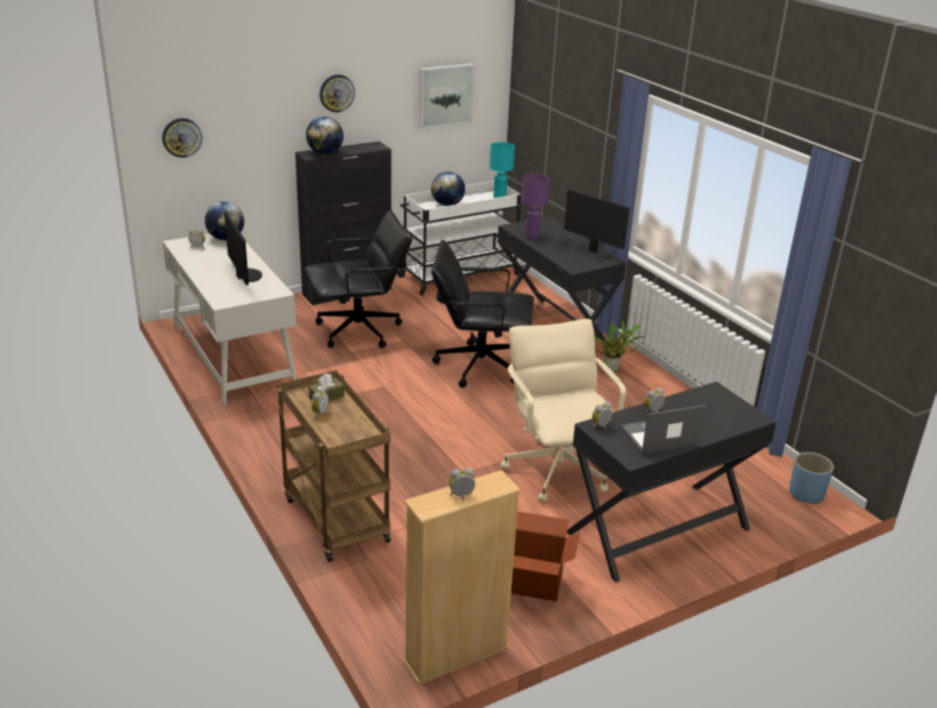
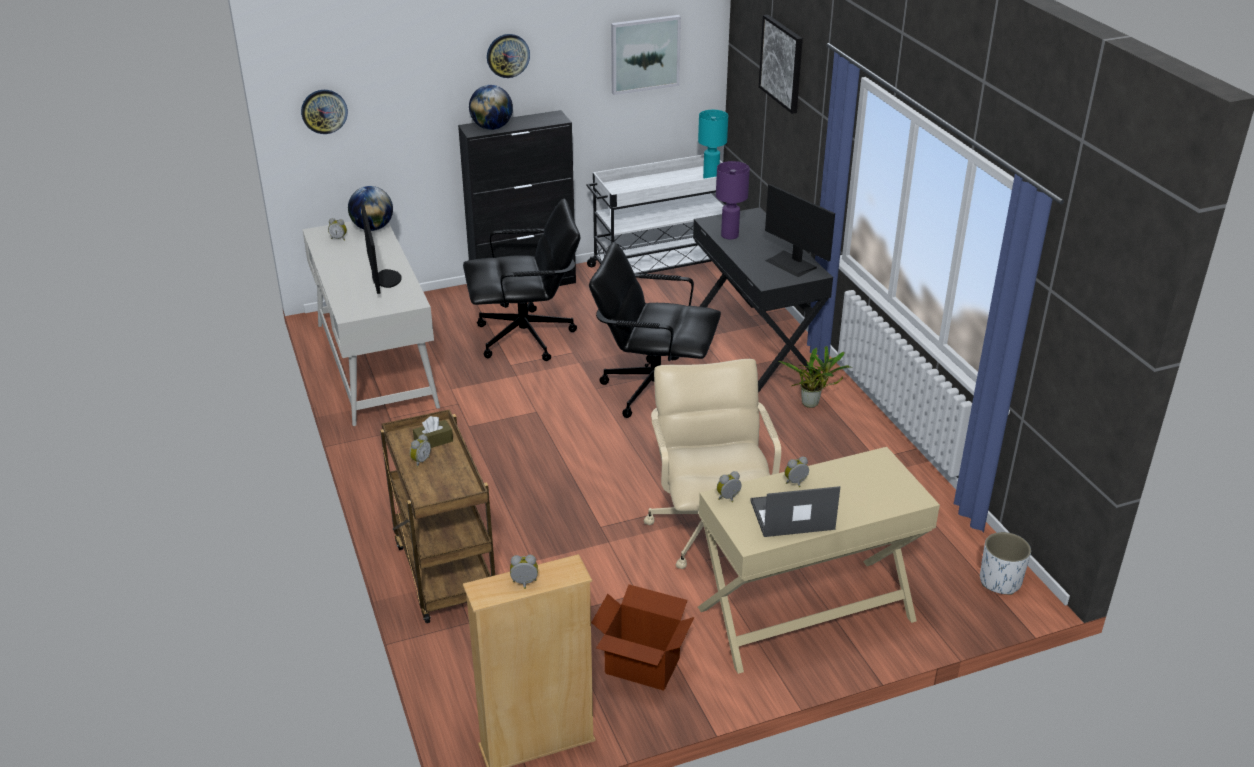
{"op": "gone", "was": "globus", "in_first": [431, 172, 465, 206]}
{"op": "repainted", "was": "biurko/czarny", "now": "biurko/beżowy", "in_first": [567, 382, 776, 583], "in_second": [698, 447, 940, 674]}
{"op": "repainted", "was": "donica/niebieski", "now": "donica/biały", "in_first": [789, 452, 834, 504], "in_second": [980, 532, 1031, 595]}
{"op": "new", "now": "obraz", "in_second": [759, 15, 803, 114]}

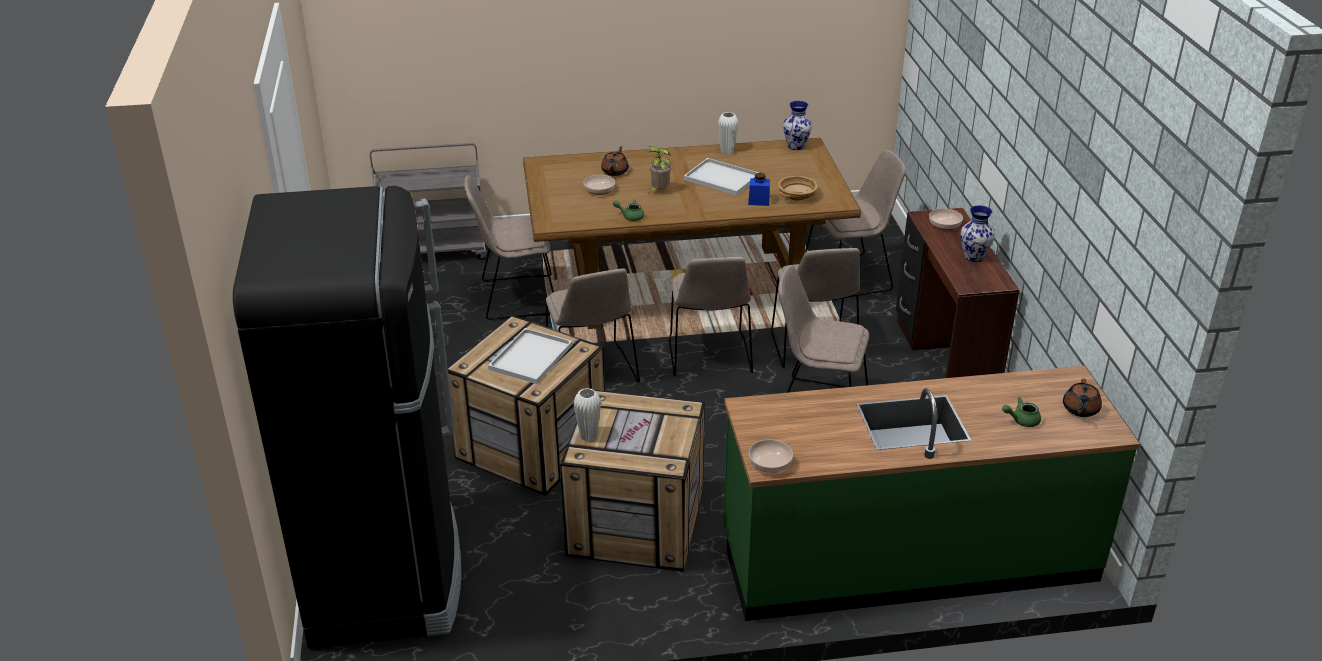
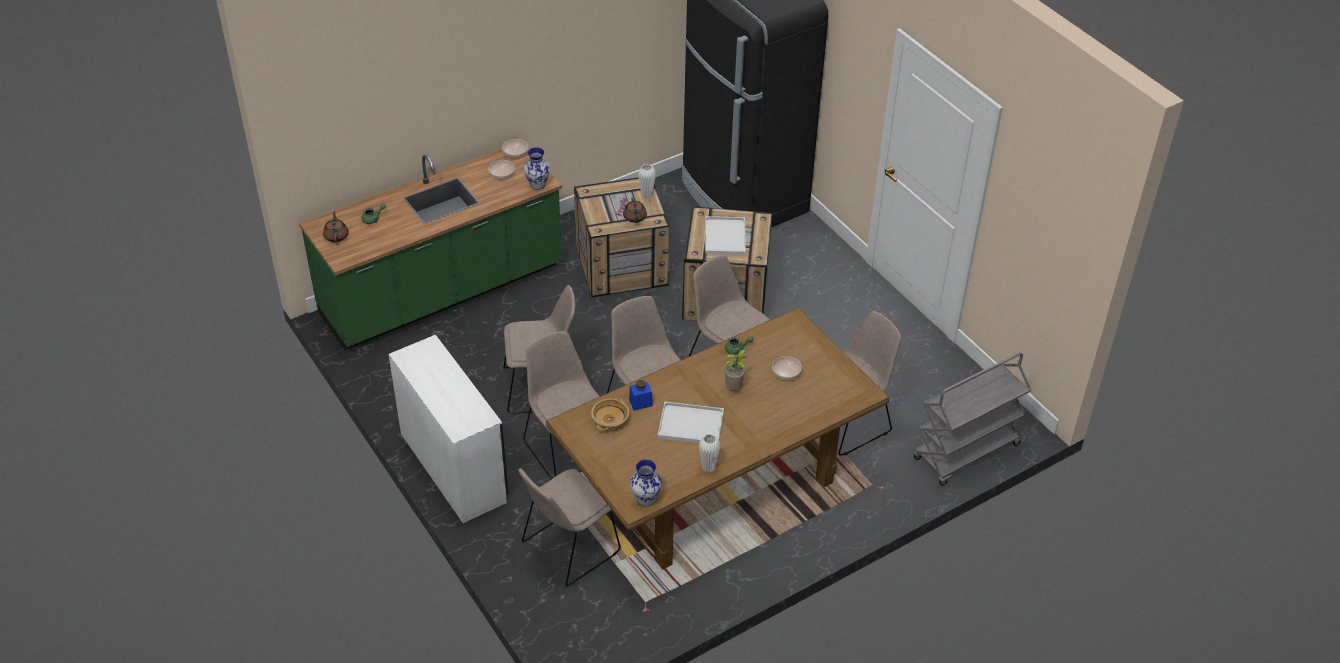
{"op": "shifted", "was": "imbryk/brązowy", "in_first": [601, 146, 629, 176], "in_second": [623, 197, 647, 223]}
{"op": "repainted", "was": "biurko/brązowy", "now": "biurko/biały", "in_first": [896, 208, 1020, 378], "in_second": [389, 335, 508, 523]}
{"op": "shifted", "was": "miska", "in_first": [929, 208, 963, 230], "in_second": [488, 160, 515, 180]}
{"op": "shifted", "was": "wazon", "in_first": [960, 205, 995, 262], "in_second": [524, 147, 550, 190]}

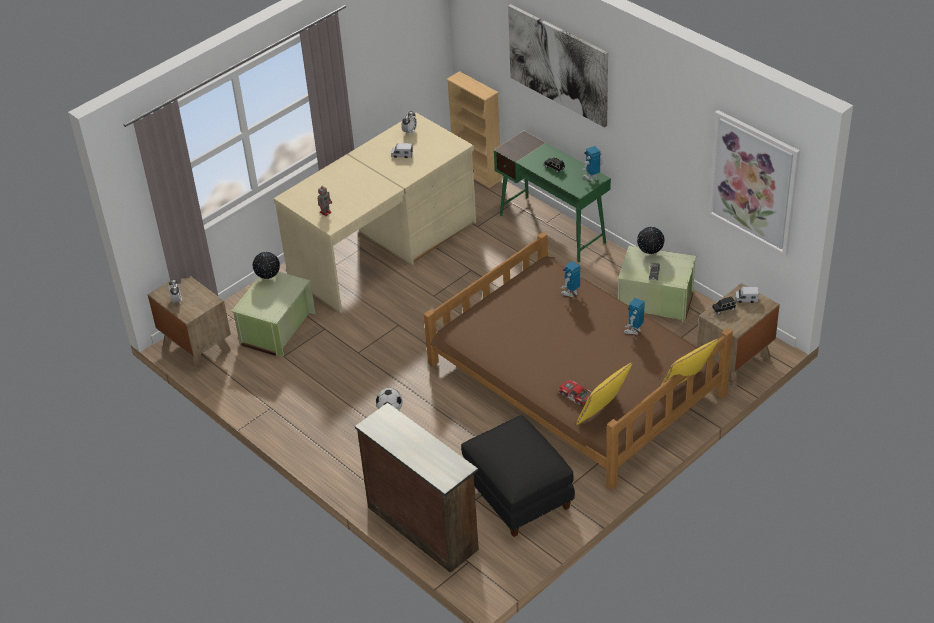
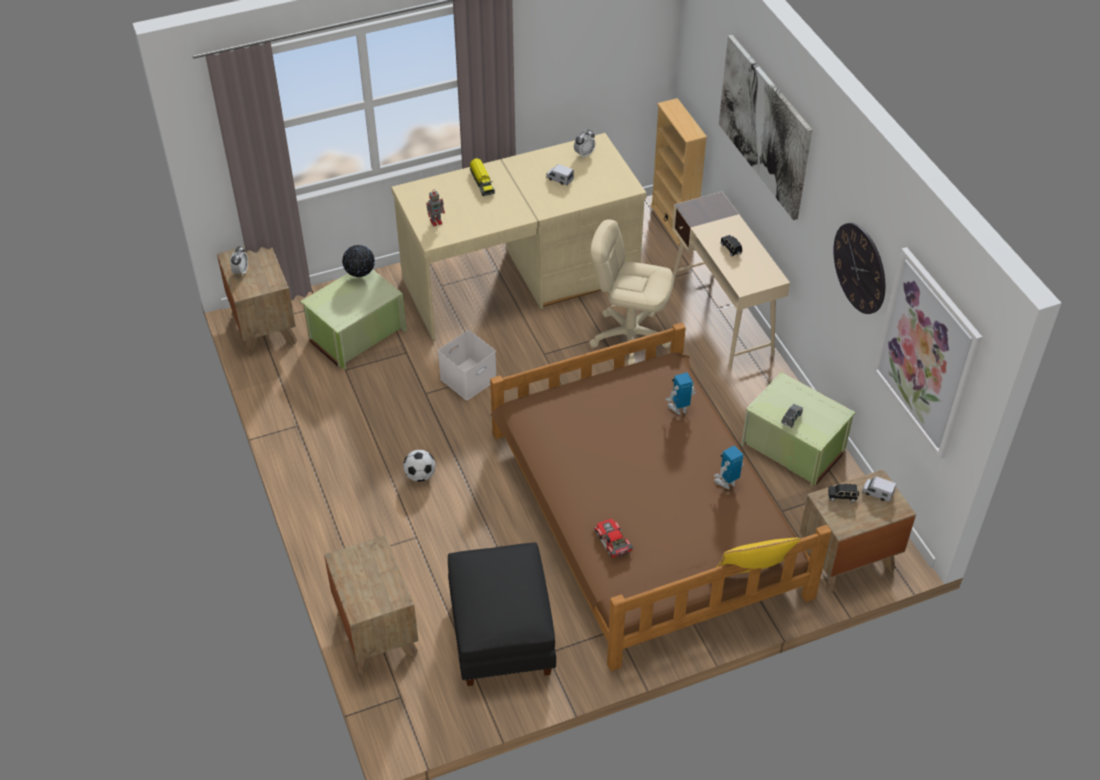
{"op": "swapped", "was": "komoda/brązowy", "now": "szafka nocna/brązowy", "in_first": [355, 403, 479, 573], "in_second": [324, 535, 419, 675]}
{"op": "repainted", "was": "biurko/zielony", "now": "biurko/beżowy", "in_first": [494, 131, 611, 262], "in_second": [672, 192, 790, 369]}
{"op": "gone", "was": "poduszka/żółty", "in_first": [576, 362, 633, 425]}
{"op": "gone", "was": "robot zabawkowy", "in_first": [581, 146, 603, 182]}
{"op": "gone", "was": "globus", "in_first": [637, 227, 665, 254]}
{"op": "new", "now": "pojemnik do przechowywania/biały", "in_second": [438, 330, 496, 400]}
{"op": "new", "now": "ciężarówka zabawkowa", "in_second": [470, 158, 495, 196]}
{"op": "new", "now": "krzesło biurowe/beżowy", "in_second": [589, 219, 674, 365]}
{"op": "new", "now": "zegar ścienny", "in_second": [833, 223, 885, 314]}

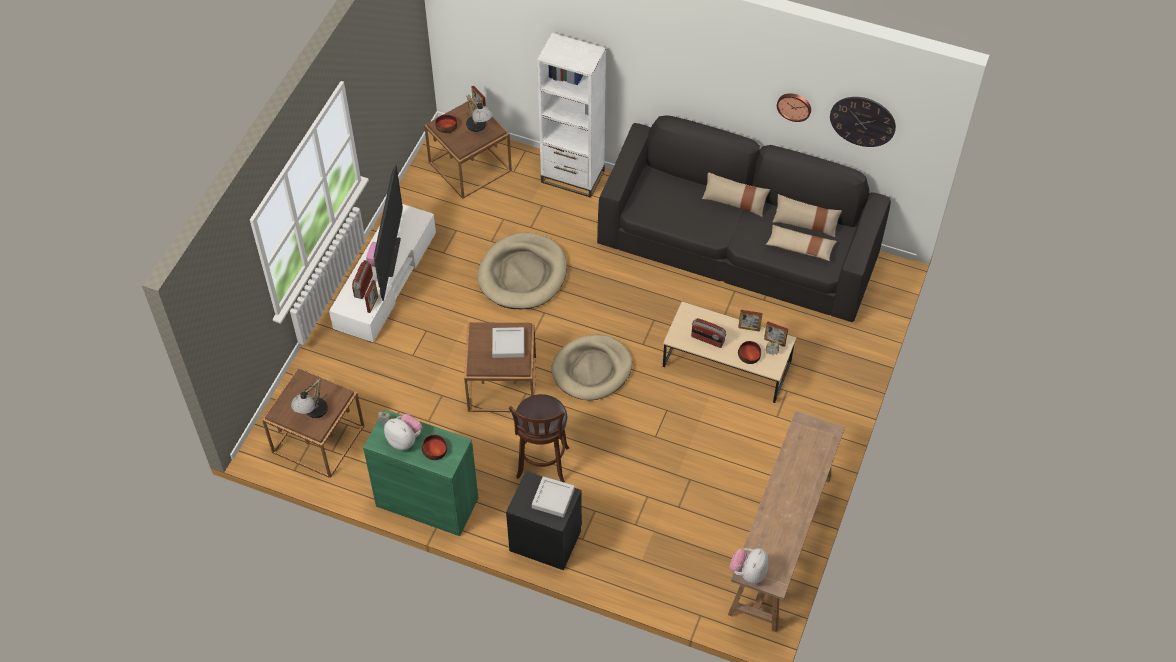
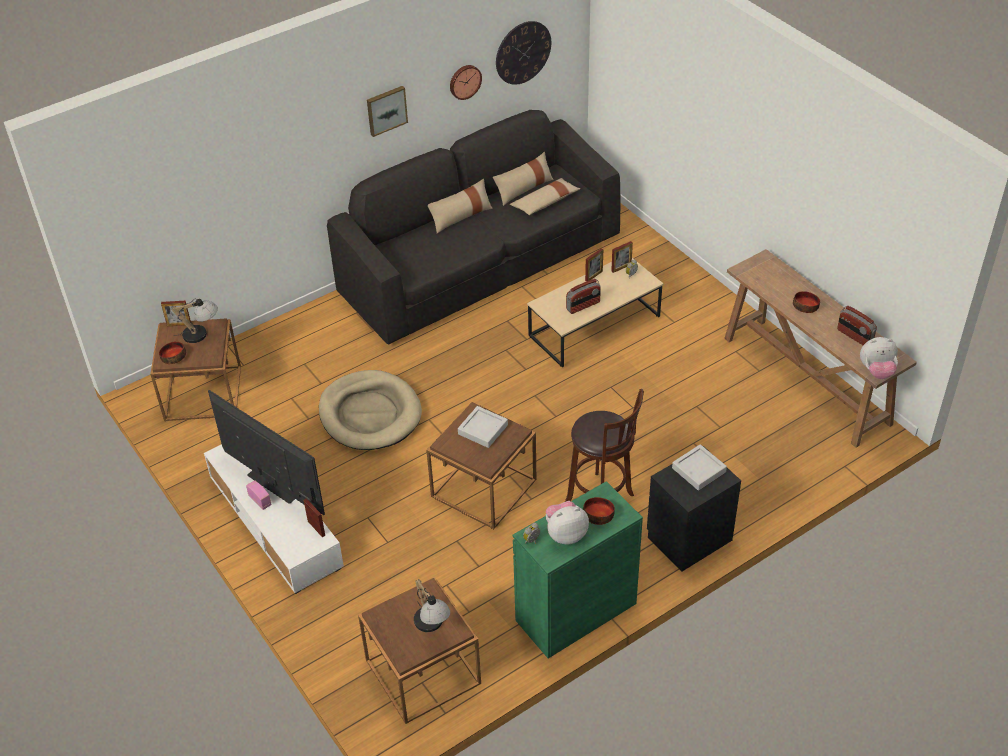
{"op": "shifted", "was": "radio", "in_first": [352, 260, 373, 299], "in_second": [837, 306, 877, 345]}
{"op": "gone", "was": "regał/biały", "in_first": [537, 33, 606, 198]}
{"op": "gone", "was": "legowisko/beżowy", "in_first": [551, 335, 632, 400]}
{"op": "rotated", "was": "pluszak", "in_first": [730, 548, 768, 584], "in_second": [860, 337, 898, 379], "clockwise": -60}
{"op": "shifted", "was": "miska", "in_first": [738, 341, 761, 364], "in_second": [793, 291, 820, 313]}
{"op": "new", "now": "obraz", "in_second": [367, 86, 408, 137]}

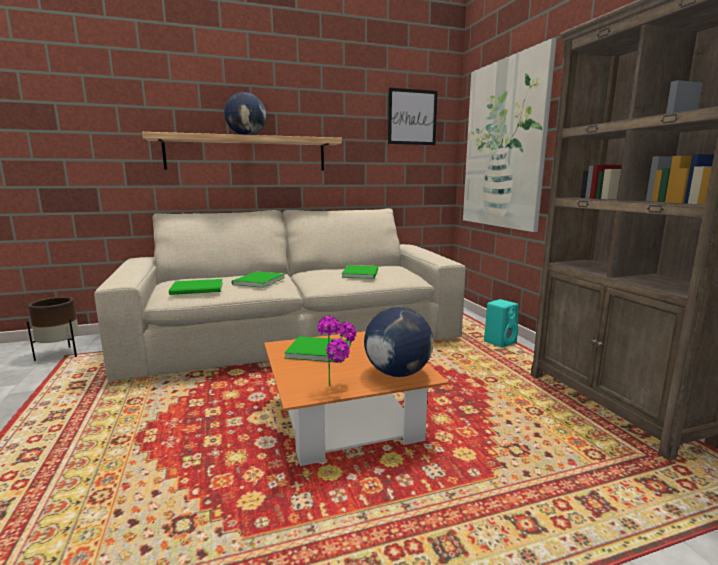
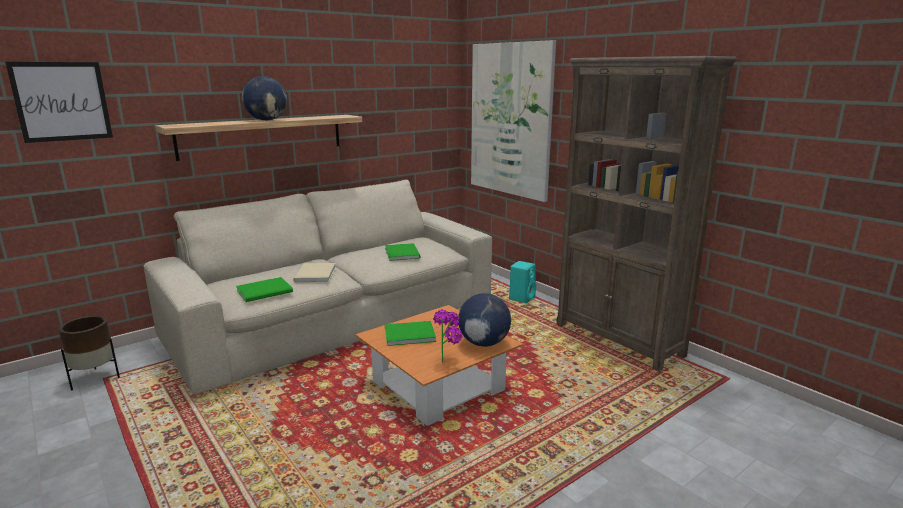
{"op": "repainted", "was": "książka/zielony", "now": "książka/beżowy", "in_first": [232, 272, 285, 288], "in_second": [293, 263, 336, 282]}
{"op": "shifted", "was": "obraz", "in_first": [388, 88, 438, 145], "in_second": [5, 62, 113, 143]}

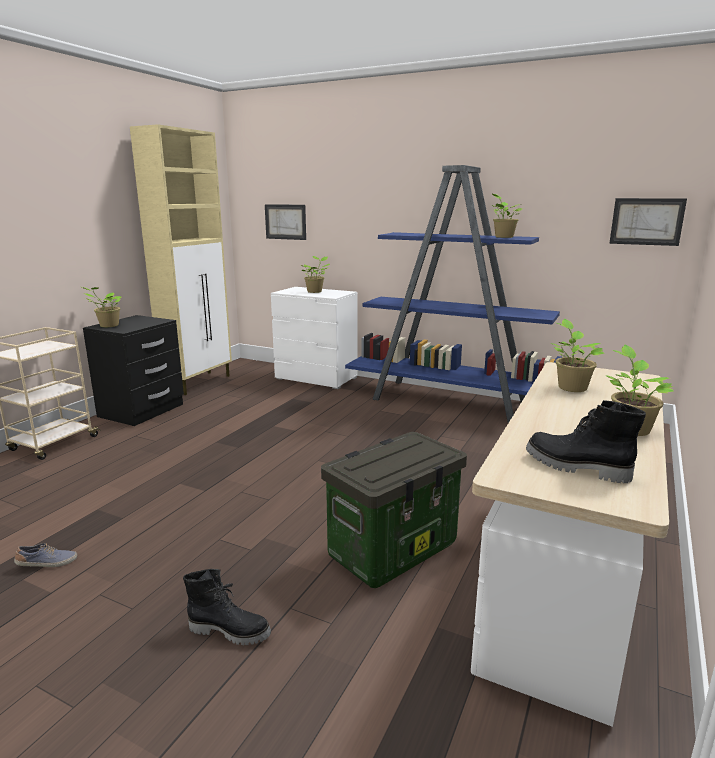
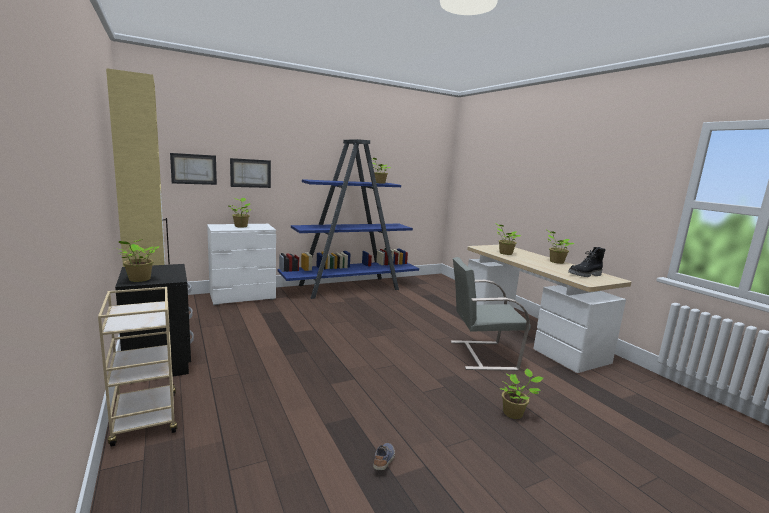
{"op": "swapped", "was": "but z cholewką/czarny", "now": "roślina doniczkowa", "in_first": [183, 569, 271, 645], "in_second": [500, 369, 543, 419]}
{"op": "swapped", "was": "pojemnik do przechowywania", "now": "krzesło/szary", "in_first": [321, 432, 467, 588], "in_second": [451, 257, 531, 371]}
{"op": "shifted", "was": "obraz", "in_first": [609, 198, 687, 246], "in_second": [230, 158, 271, 188]}

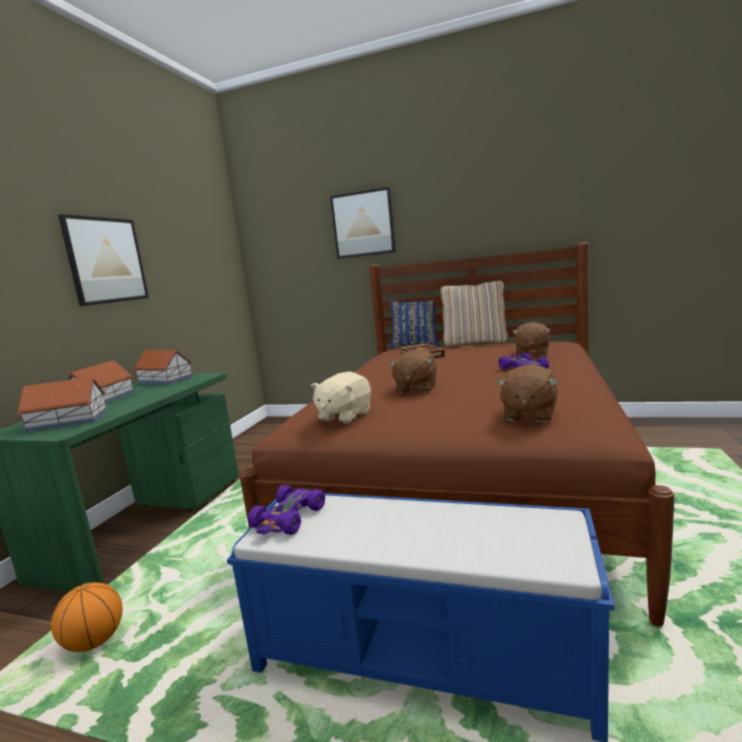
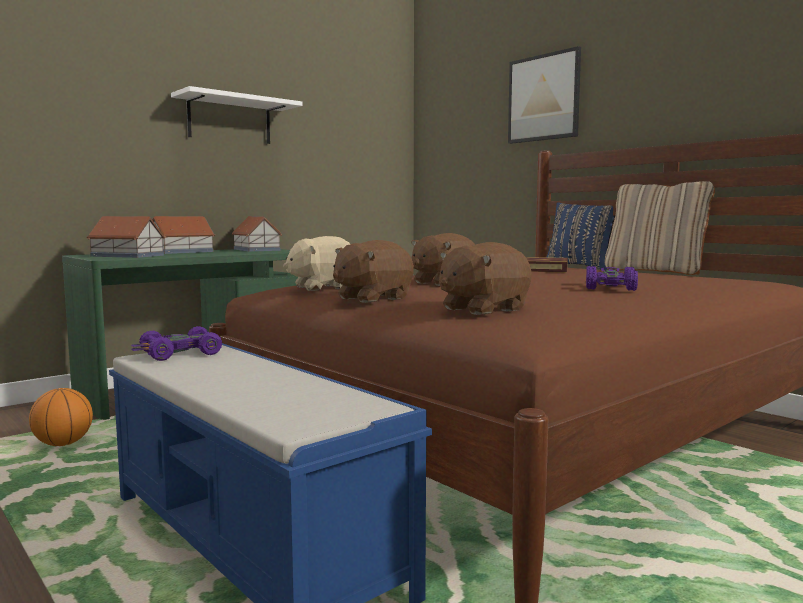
{"op": "swapped", "was": "obraz", "now": "półka/biały", "in_first": [58, 214, 149, 306], "in_second": [171, 86, 303, 144]}
{"op": "shifted", "was": "pluszak/brązowy", "in_first": [512, 322, 551, 356], "in_second": [333, 240, 414, 303]}

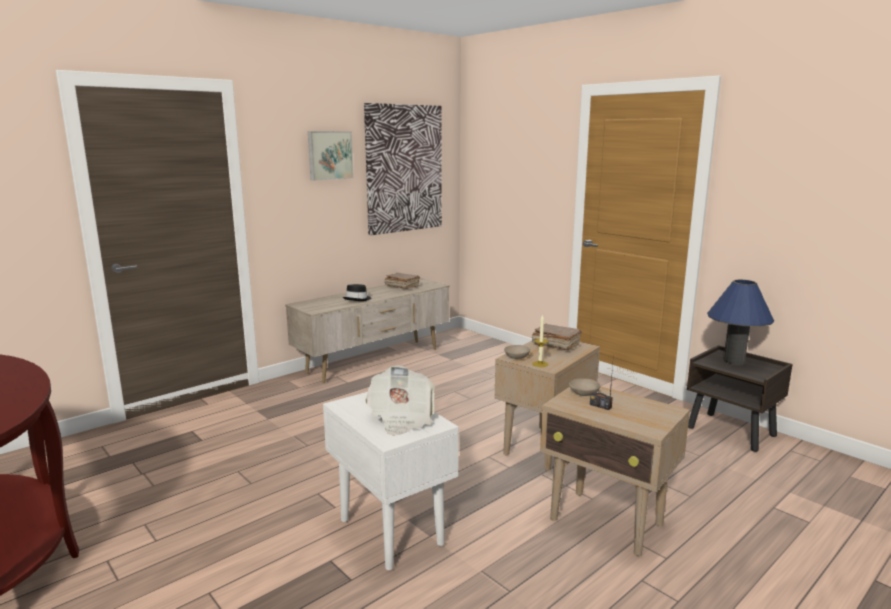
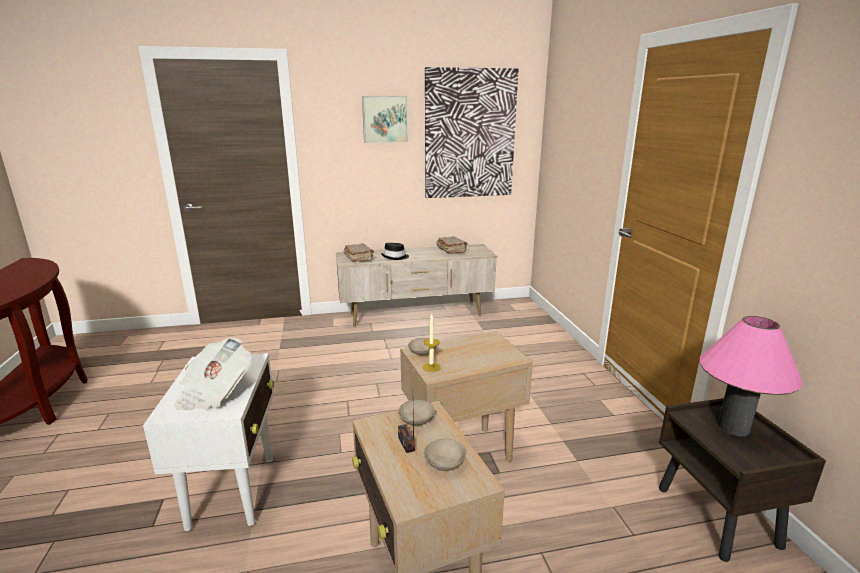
{"op": "shifted", "was": "książka/brązowy", "in_first": [532, 324, 582, 350], "in_second": [344, 244, 374, 262]}
{"op": "repainted", "was": "lampa stołowa/niebieski", "now": "lampa stołowa/różowy", "in_first": [707, 280, 774, 365], "in_second": [700, 316, 803, 436]}
{"op": "new", "now": "miska/beżowy", "in_second": [424, 439, 466, 471]}

